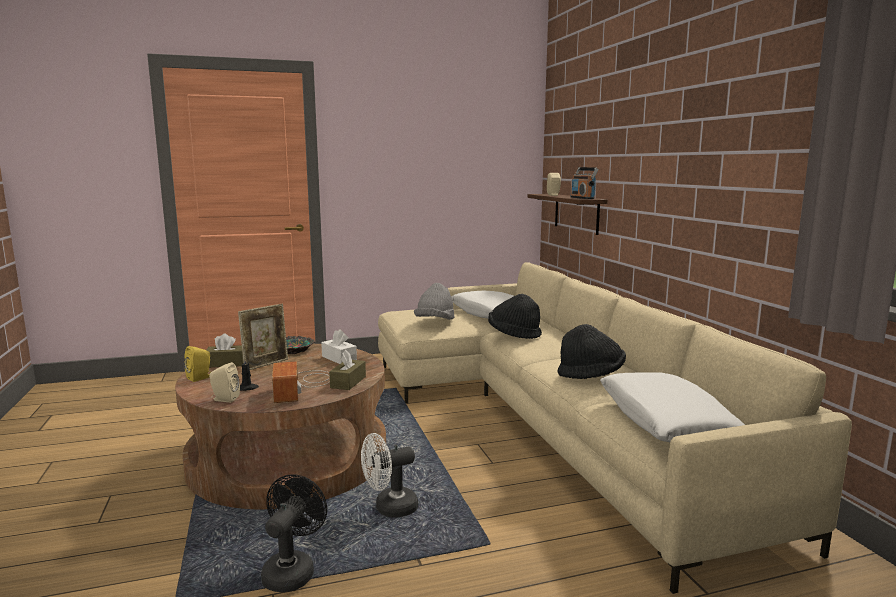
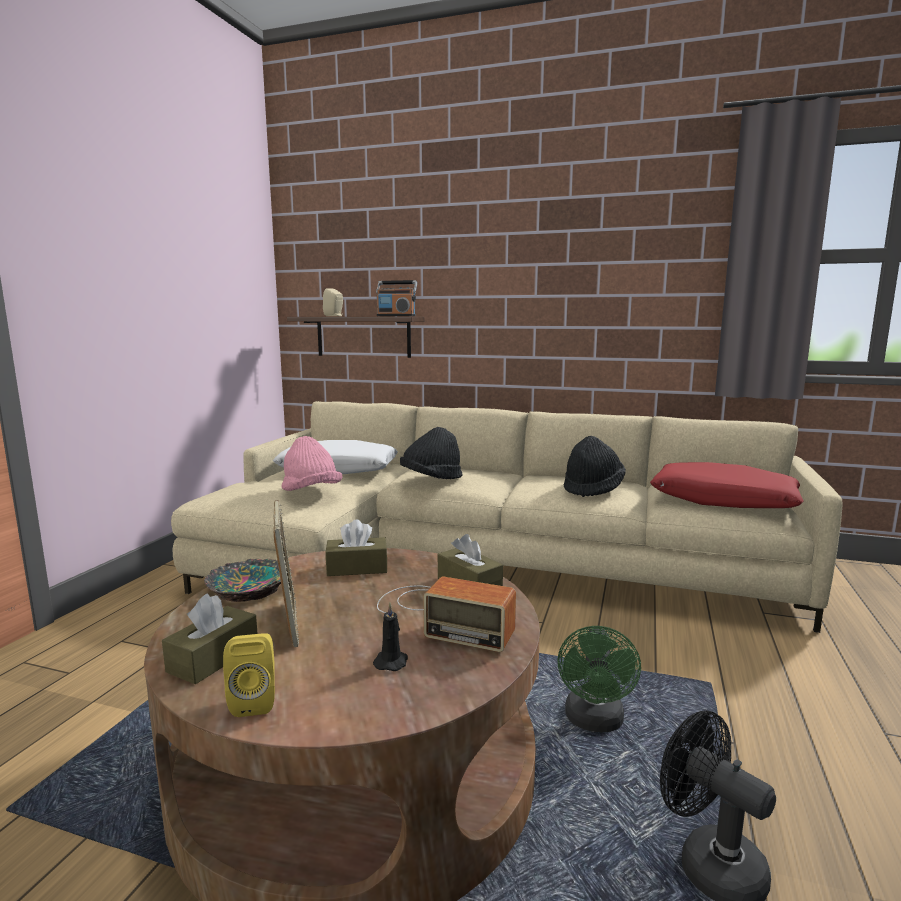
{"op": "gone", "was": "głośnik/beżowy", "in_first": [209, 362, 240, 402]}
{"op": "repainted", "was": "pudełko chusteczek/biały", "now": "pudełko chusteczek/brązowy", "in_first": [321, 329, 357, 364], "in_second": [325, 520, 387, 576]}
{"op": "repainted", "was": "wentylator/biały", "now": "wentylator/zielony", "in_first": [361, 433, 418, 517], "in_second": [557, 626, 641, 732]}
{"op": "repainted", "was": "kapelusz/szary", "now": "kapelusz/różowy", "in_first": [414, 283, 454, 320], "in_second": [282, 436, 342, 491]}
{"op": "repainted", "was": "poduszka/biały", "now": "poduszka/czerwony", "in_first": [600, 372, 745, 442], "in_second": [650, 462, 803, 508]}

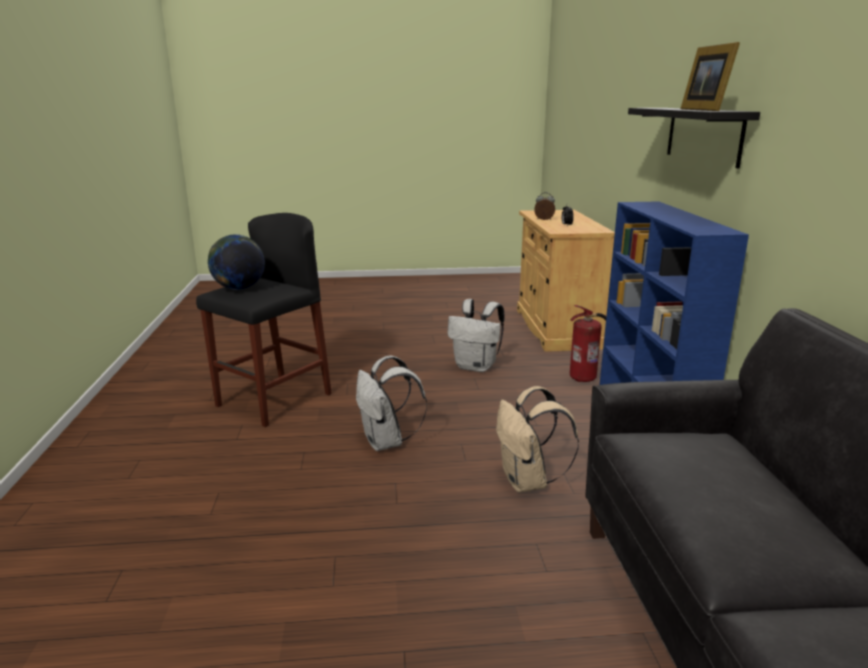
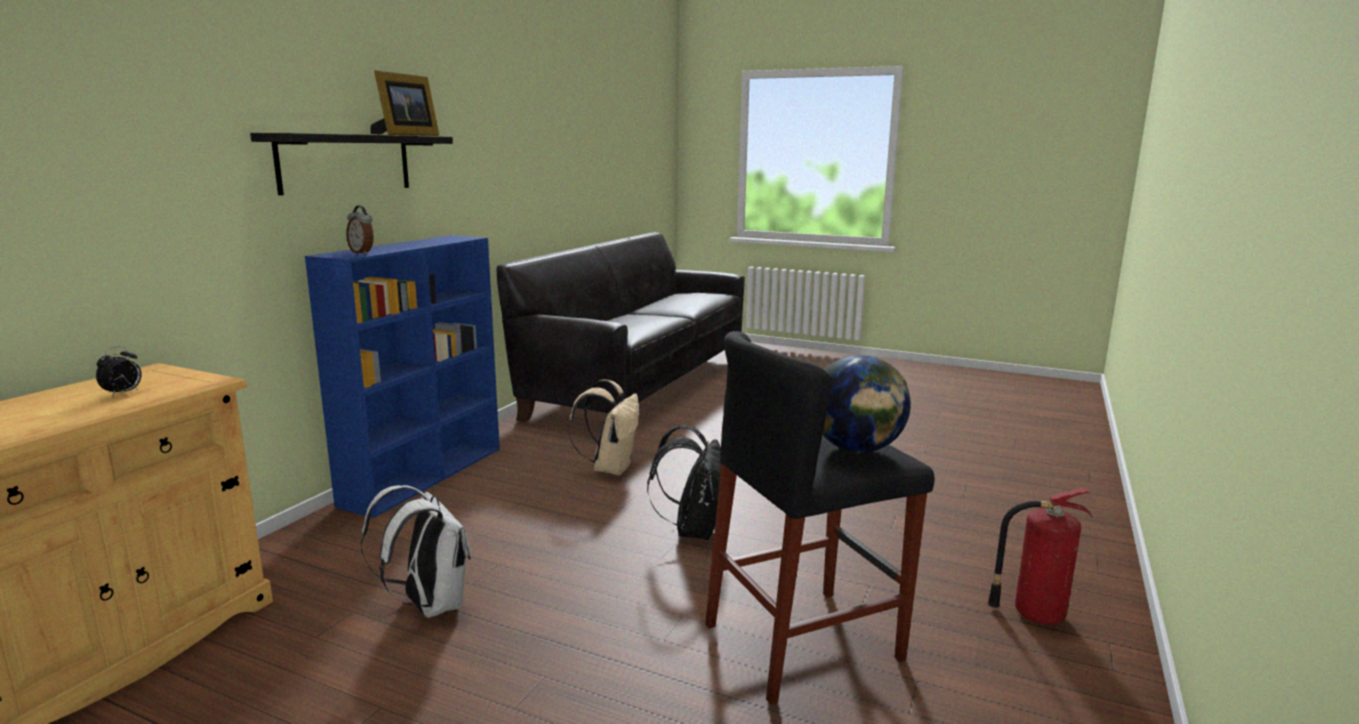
{"op": "repainted", "was": "plecak/biały", "now": "plecak/czarny", "in_first": [356, 356, 427, 451], "in_second": [647, 425, 721, 540]}
{"op": "shifted", "was": "budzik", "in_first": [534, 192, 555, 220], "in_second": [346, 206, 374, 255]}
{"op": "shifted", "was": "gaśnica", "in_first": [570, 305, 606, 382], "in_second": [988, 488, 1093, 625]}

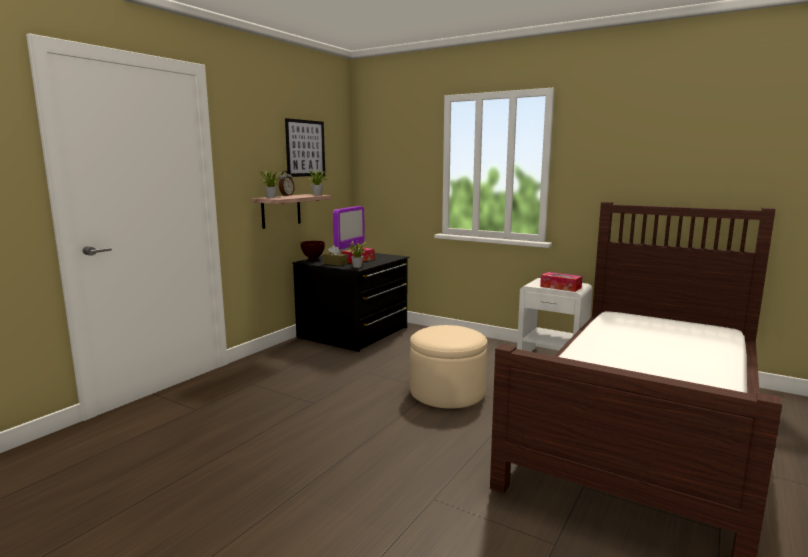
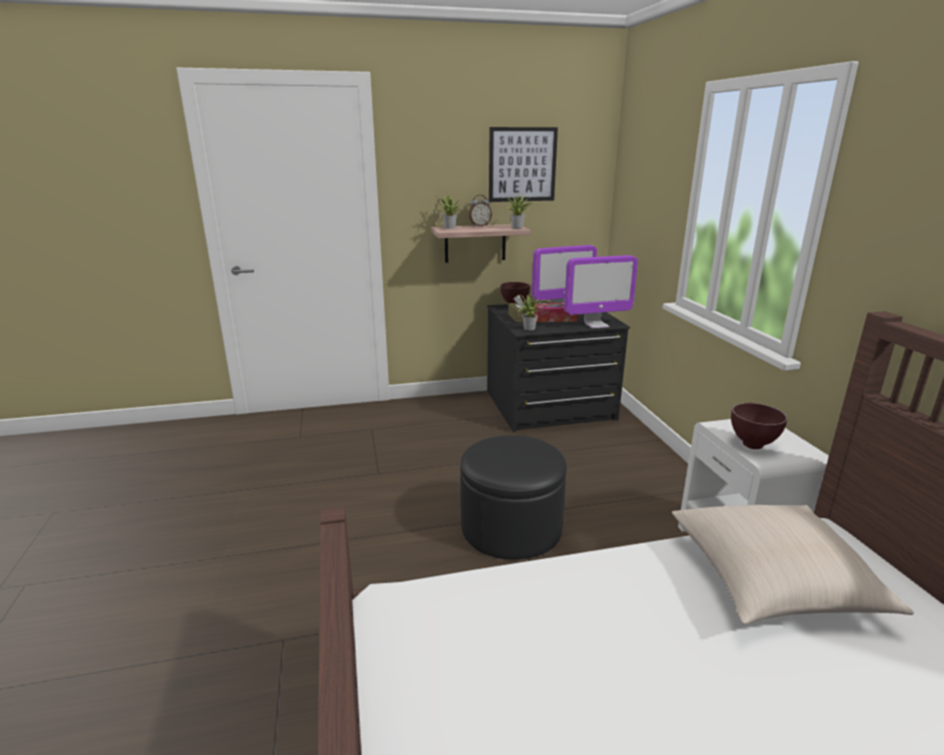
{"op": "repainted", "was": "pufa/beżowy", "now": "pufa/czarny", "in_first": [410, 325, 487, 409], "in_second": [460, 435, 567, 560]}
{"op": "swapped", "was": "pudełko chusteczek", "now": "miska/brązowy", "in_first": [540, 272, 582, 292], "in_second": [731, 403, 788, 449]}
{"op": "new", "now": "monitor", "in_second": [564, 255, 638, 329]}
{"op": "new", "now": "poduszka/beżowy", "in_second": [672, 505, 914, 624]}

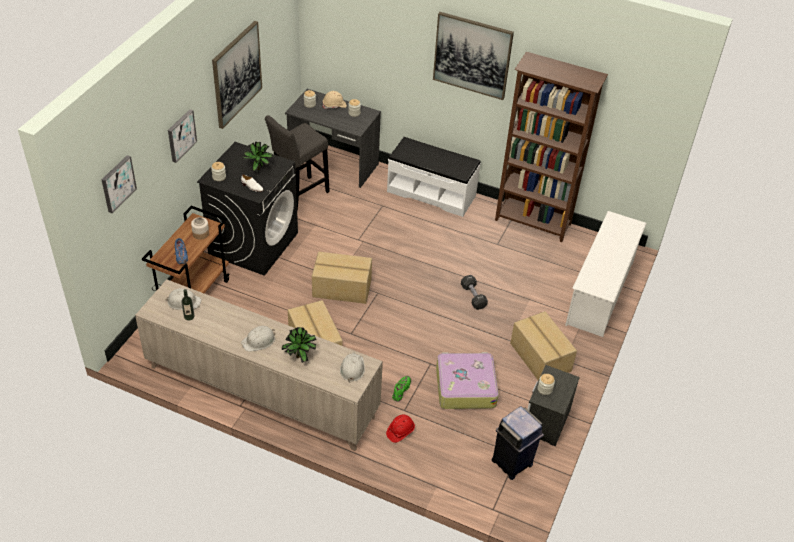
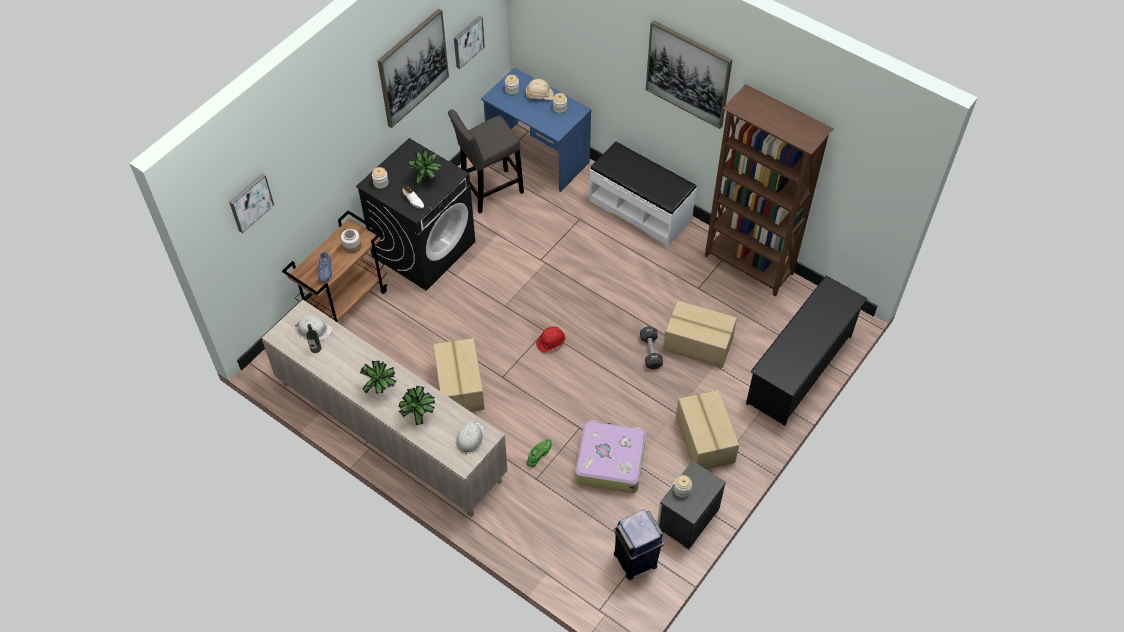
{"op": "shifted", "was": "obraz", "in_first": [168, 109, 197, 163], "in_second": [454, 16, 485, 69]}
{"op": "swapped", "was": "kask/biały", "now": "roślina doniczkowa", "in_first": [241, 326, 275, 352], "in_second": [360, 361, 396, 394]}
{"op": "repainted", "was": "biurko/szary", "now": "biurko/niebieski", "in_first": [285, 89, 381, 188], "in_second": [481, 67, 592, 192]}
{"op": "shifted", "was": "karton", "in_first": [312, 252, 372, 304], "in_second": [663, 300, 737, 368]}
{"op": "shifted", "was": "kask/czerwony", "in_first": [386, 415, 415, 443], "in_second": [536, 326, 566, 353]}
{"op": "repainted", "was": "regał na buty/biały", "now": "regał na buty/czarny", "in_first": [565, 211, 647, 337], "in_second": [746, 276, 868, 426]}

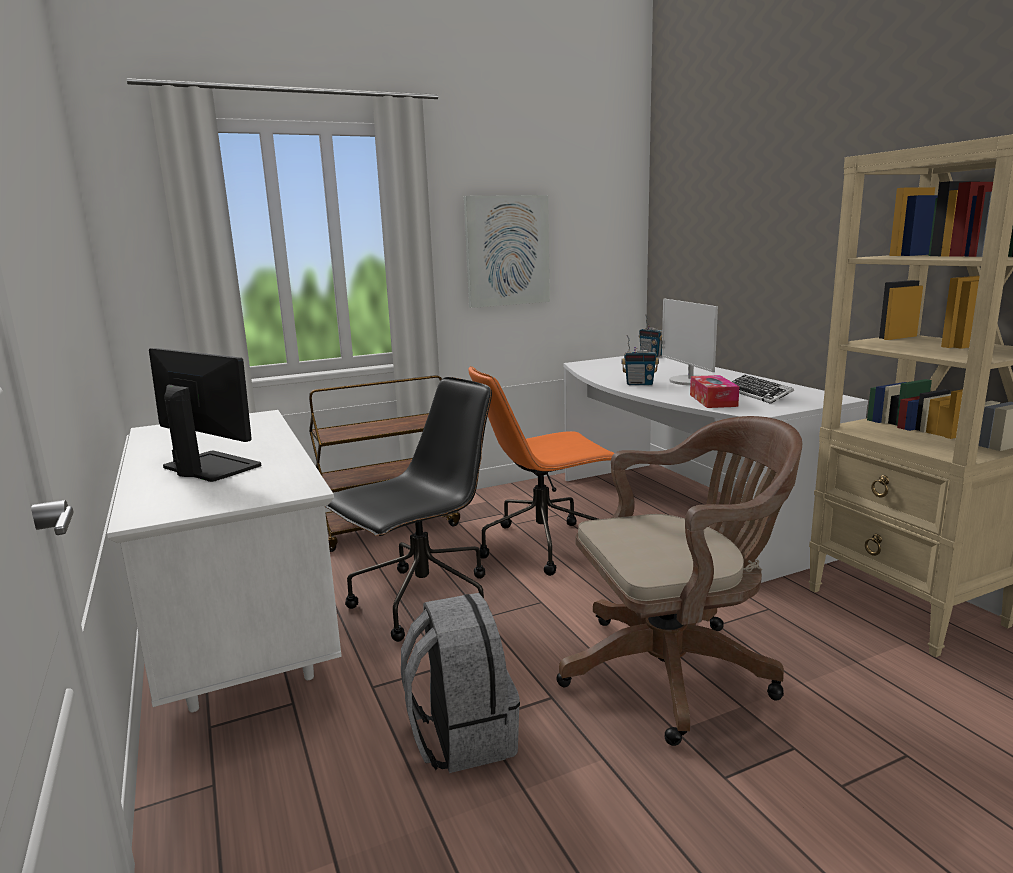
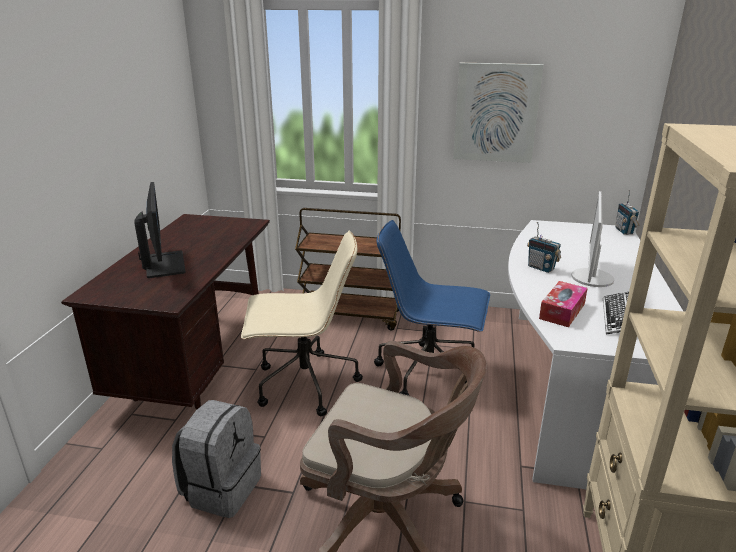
{"op": "repainted", "was": "biurko/biały", "now": "biurko/brązowy", "in_first": [107, 410, 342, 712], "in_second": [61, 214, 270, 409]}
{"op": "repainted", "was": "krzesło biurowe/czarny", "now": "krzesło biurowe/beżowy", "in_first": [325, 377, 492, 642], "in_second": [241, 231, 363, 416]}
{"op": "repainted", "was": "krzesło biurowe/pomarańczowy", "now": "krzesło biurowe/niebieski", "in_first": [468, 366, 614, 576], "in_second": [374, 220, 490, 396]}

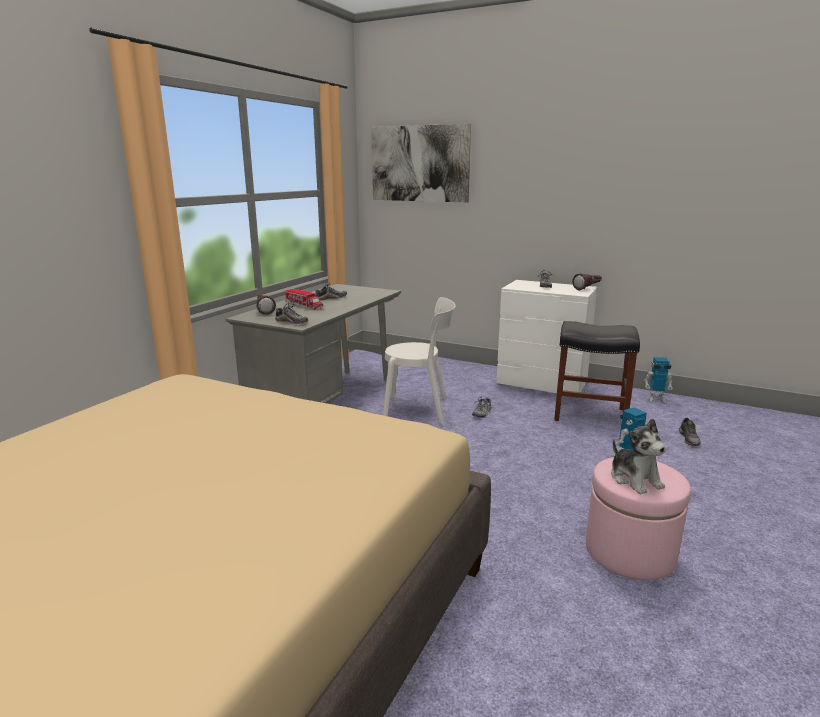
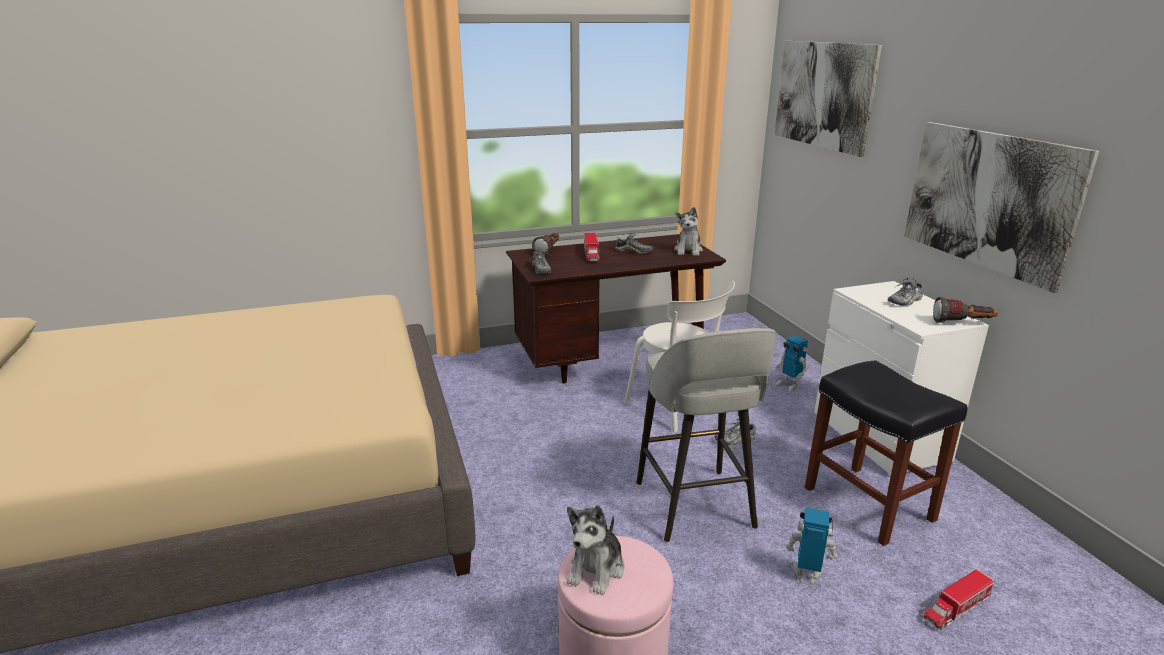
{"op": "repainted", "was": "biurko/szary", "now": "biurko/brązowy", "in_first": [225, 284, 401, 404], "in_second": [506, 234, 726, 383]}
{"op": "shifted", "was": "robot zabawkowy", "in_first": [644, 357, 673, 404], "in_second": [775, 335, 808, 392]}
{"op": "swapped", "was": "but/szary", "now": "ciężarówka zabawkowa", "in_first": [679, 418, 701, 446], "in_second": [923, 569, 994, 630]}
{"op": "new", "now": "stołek/szary", "in_second": [636, 328, 776, 542]}
{"op": "new", "now": "pluszak", "in_second": [674, 207, 703, 256]}
{"op": "new", "now": "obraz", "in_second": [904, 122, 1099, 293]}

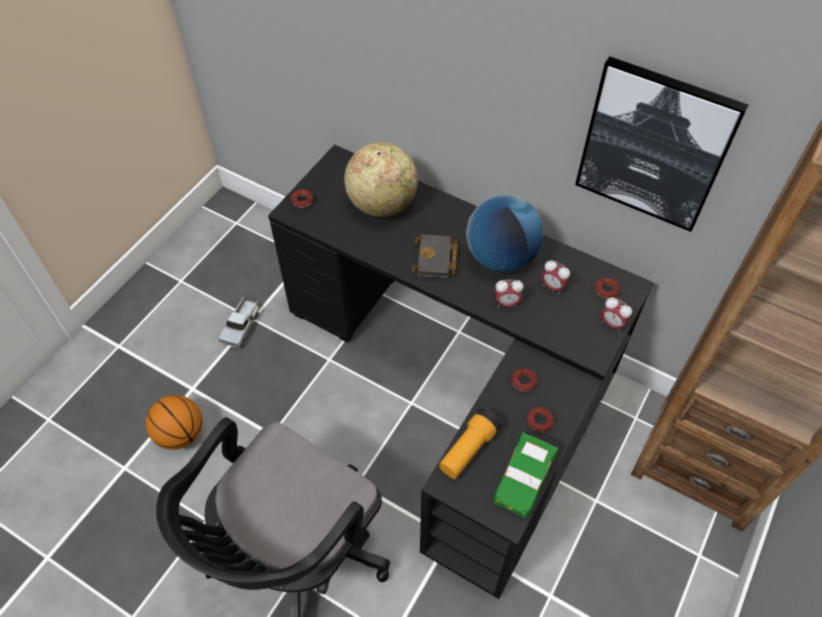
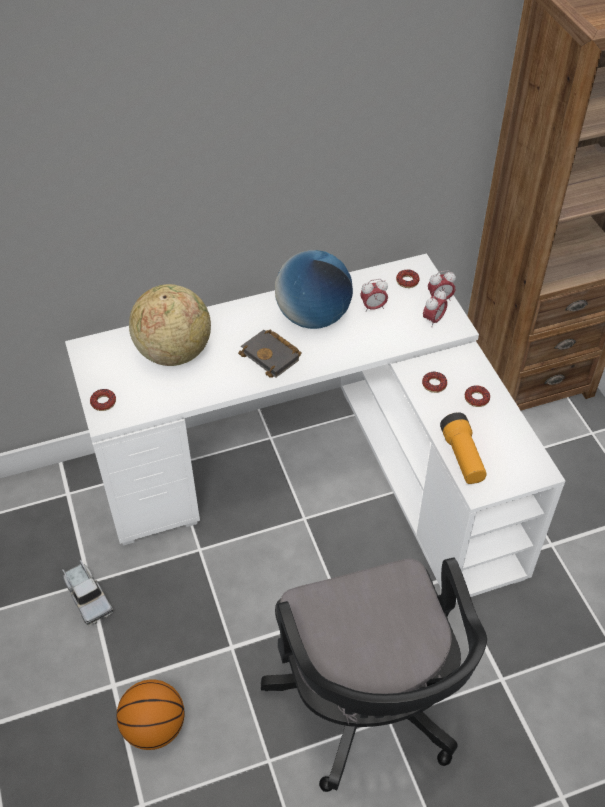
{"op": "repainted", "was": "biurko/czarny", "now": "biurko/biały", "in_first": [268, 145, 654, 599], "in_second": [65, 253, 565, 603]}
{"op": "gone", "was": "samochodzik/zielony", "in_first": [493, 429, 558, 518]}
{"op": "shifted", "was": "budzik", "in_first": [495, 280, 523, 307], "in_second": [423, 289, 447, 326]}
{"op": "gone", "was": "obraz", "in_first": [575, 56, 748, 232]}

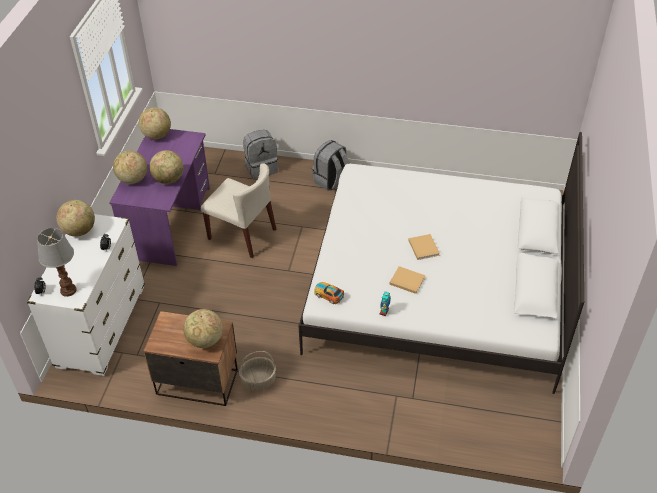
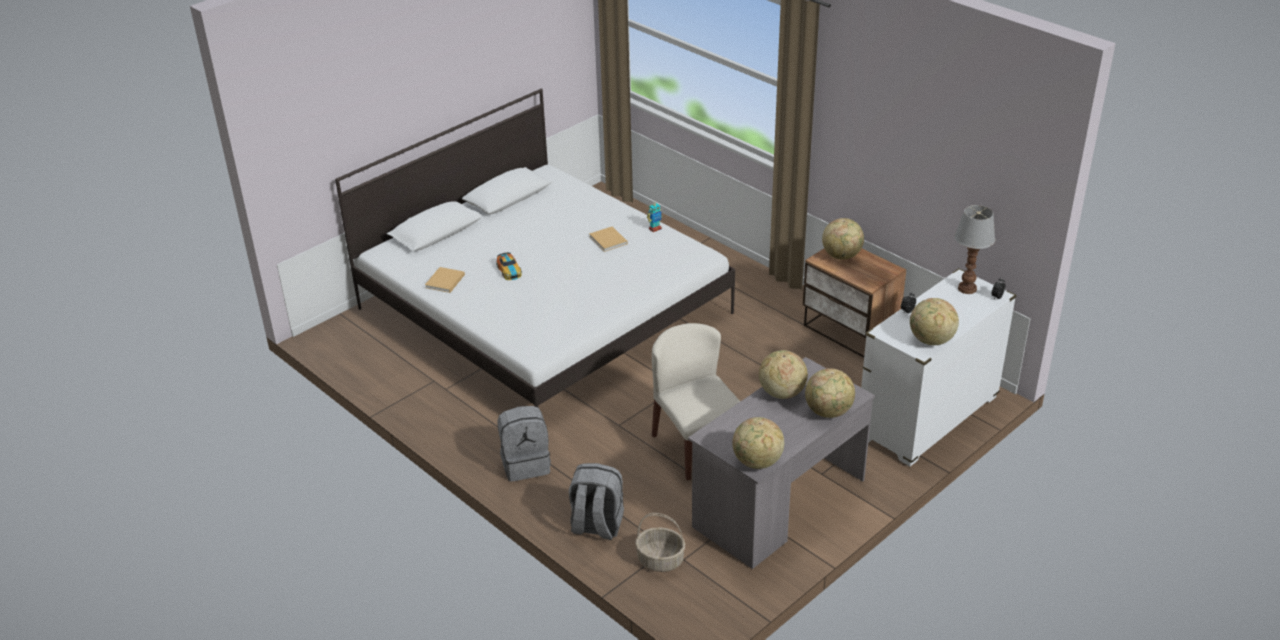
{"op": "repainted", "was": "biurko/fioletowy", "now": "biurko/szary", "in_first": [109, 129, 210, 266], "in_second": [688, 357, 875, 569]}
{"op": "shifted", "was": "koszyk", "in_first": [239, 351, 276, 391], "in_second": [635, 513, 685, 572]}
{"op": "shifted", "was": "samochodzik", "in_first": [314, 282, 344, 304], "in_second": [496, 252, 522, 280]}
{"op": "shifted", "was": "książka/beżowy", "in_first": [408, 234, 440, 260], "in_second": [425, 267, 465, 293]}

